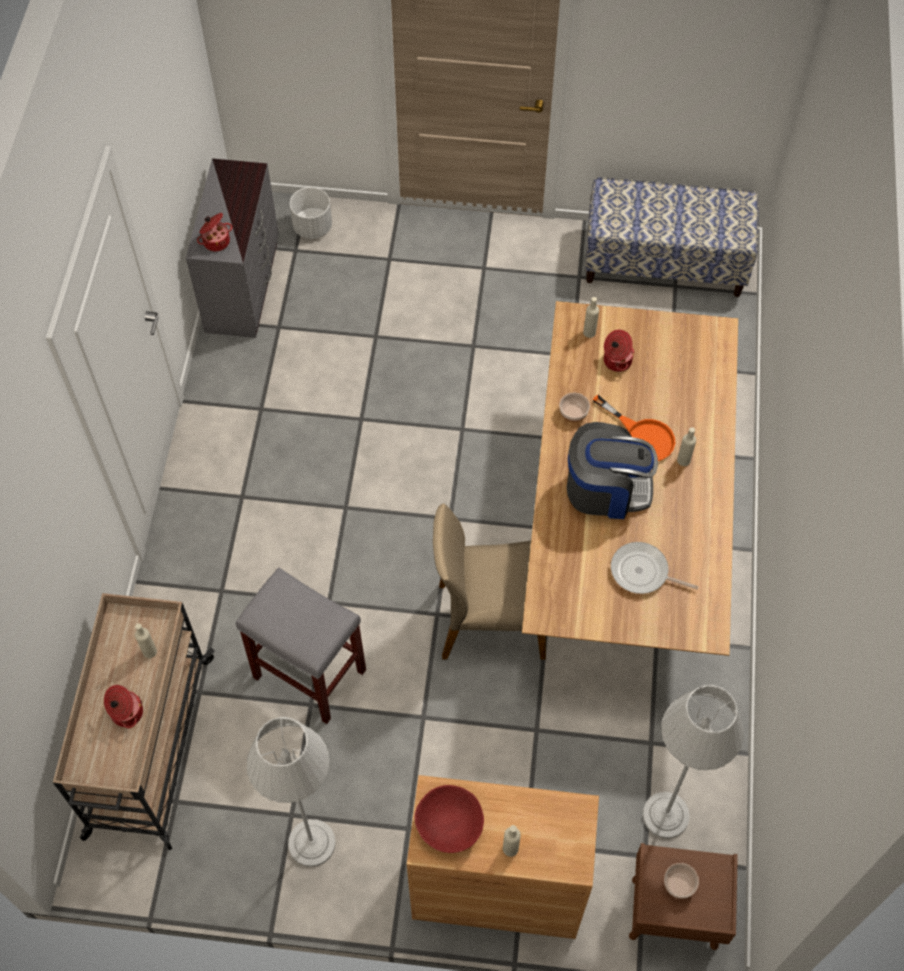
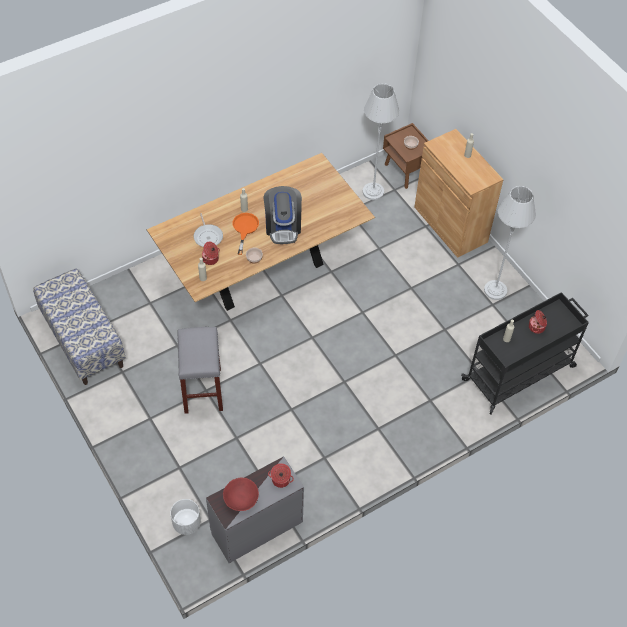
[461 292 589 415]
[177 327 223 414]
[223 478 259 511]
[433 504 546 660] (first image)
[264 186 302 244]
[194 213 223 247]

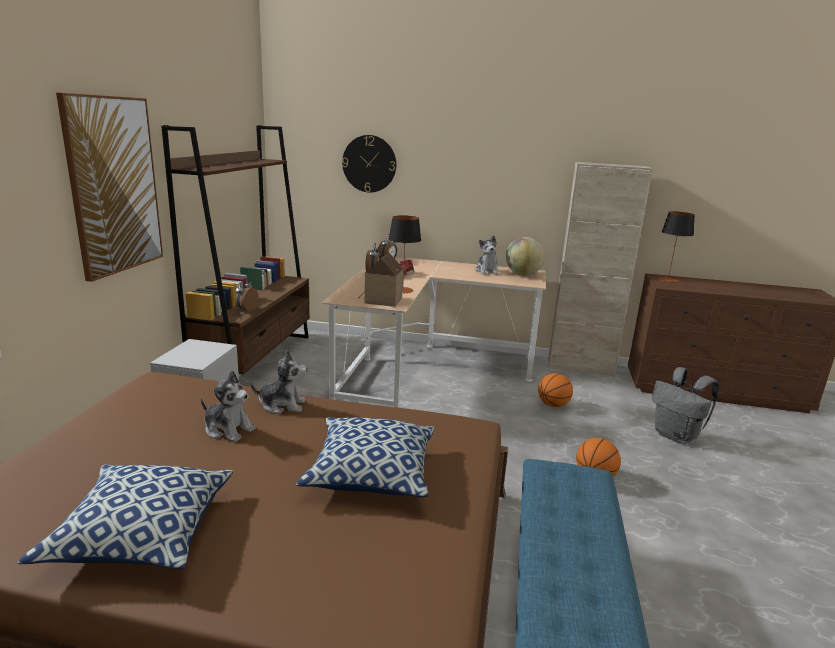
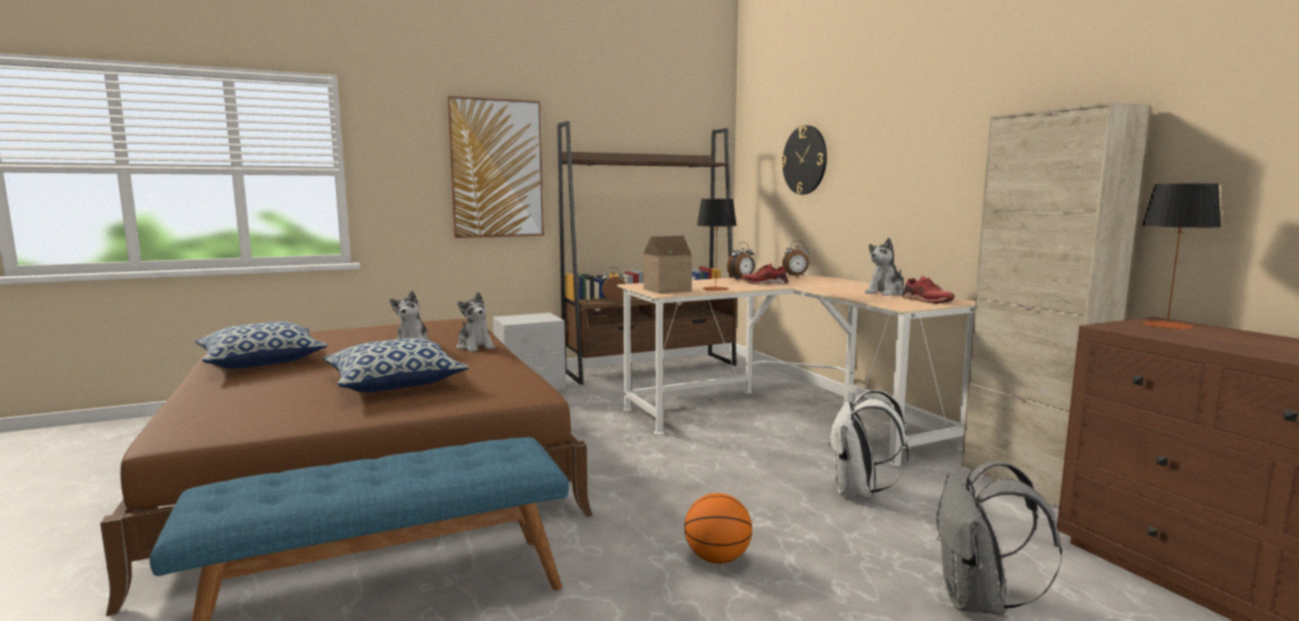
[902 276 954 304]
[828 390 909 499]

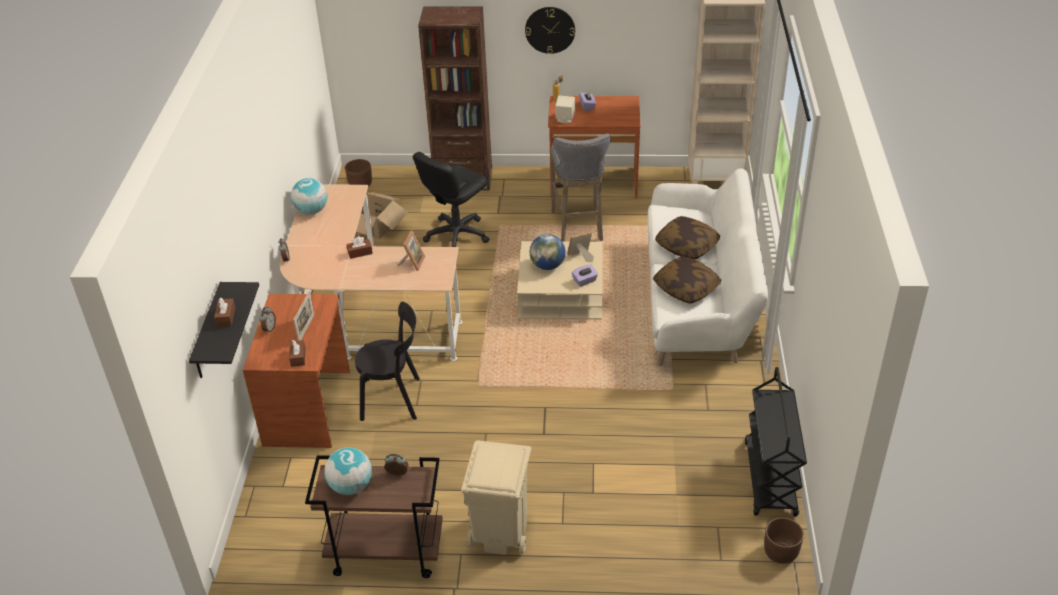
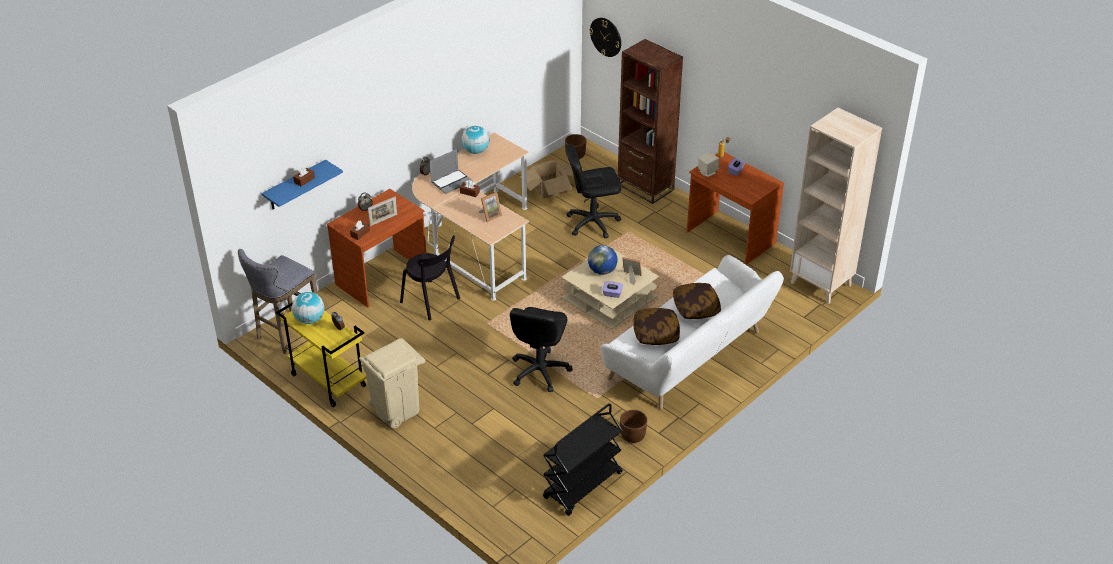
[261 159 343 209]
[276 302 367 407]
[589 18 621 57]
[238 249 318 354]
[620 410 647 443]
[429 149 473 194]
[510 307 573 392]

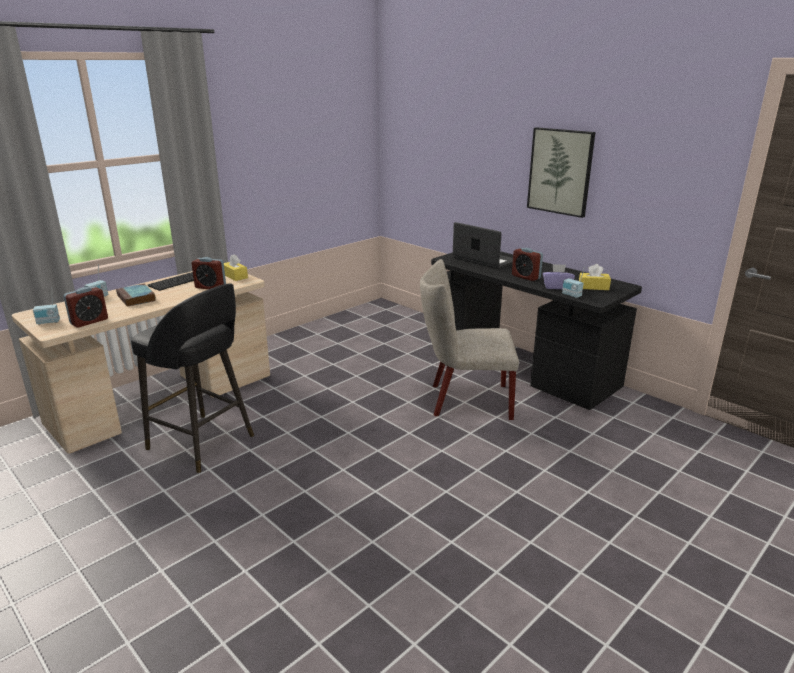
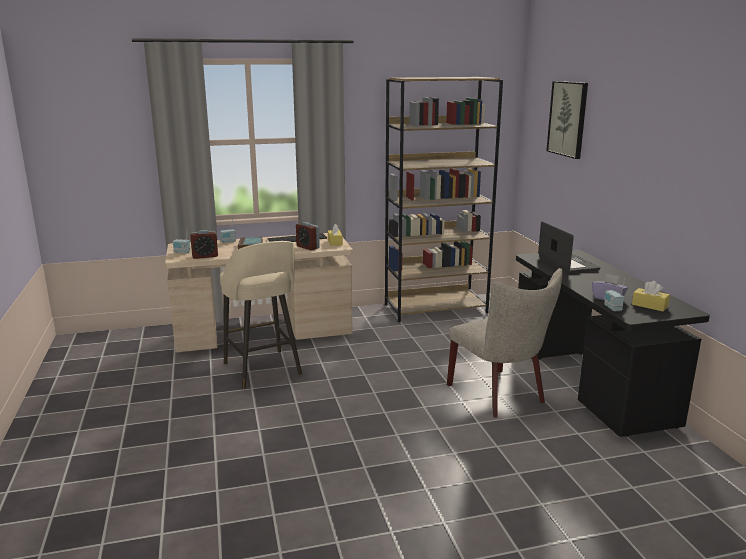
[220 241 302 389]
[447 268 563 418]
[512 248 543 281] (first image)
[546 81 588 159]
[385 77 503 322]

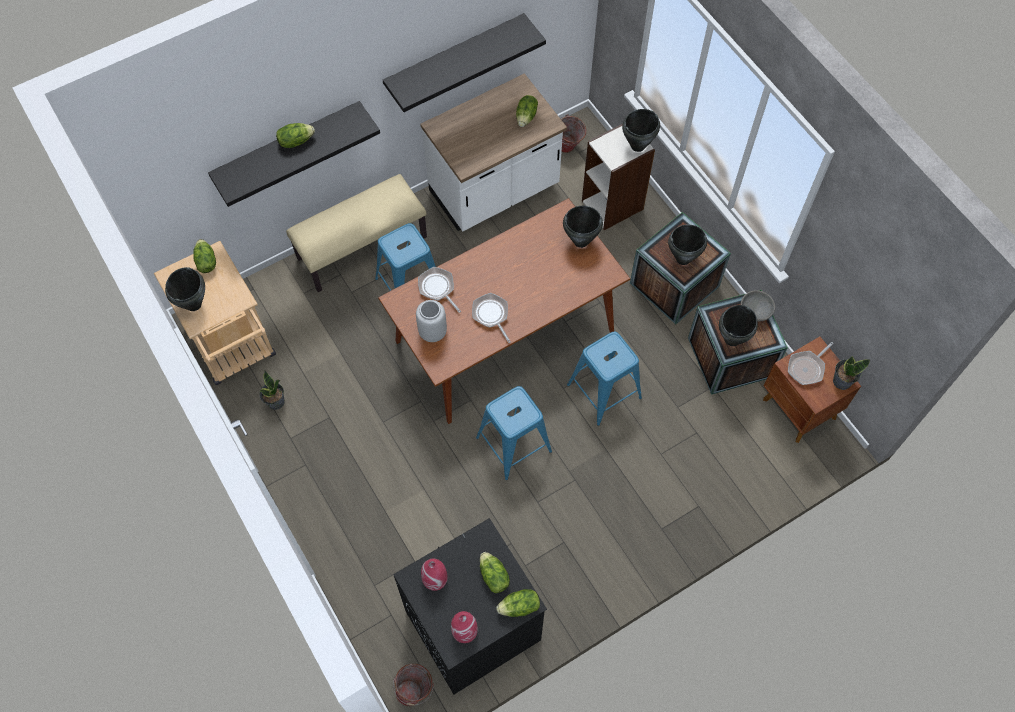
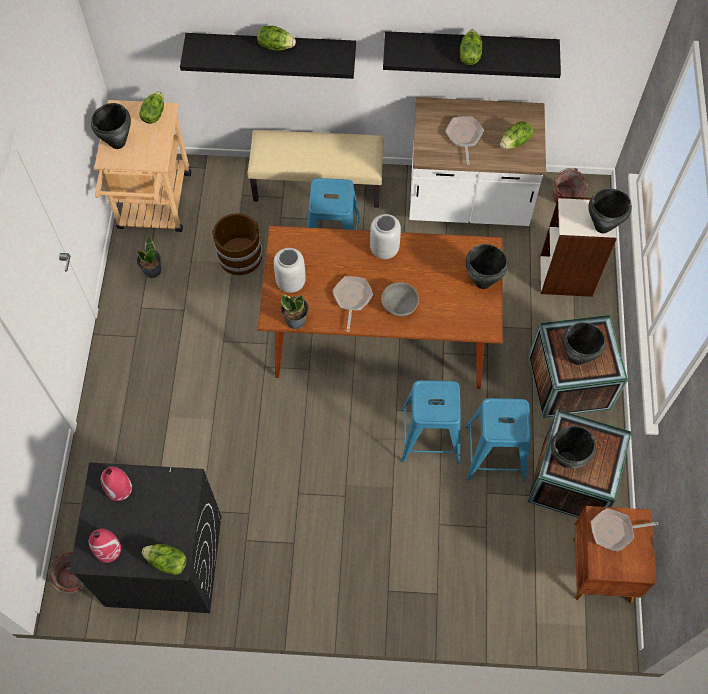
[445 116 484 165]
[465 398 531 482]
[460 29 482 65]
[381 282 419 317]
[281 294 309 329]
[212 213 262 275]
[370 214 401 259]

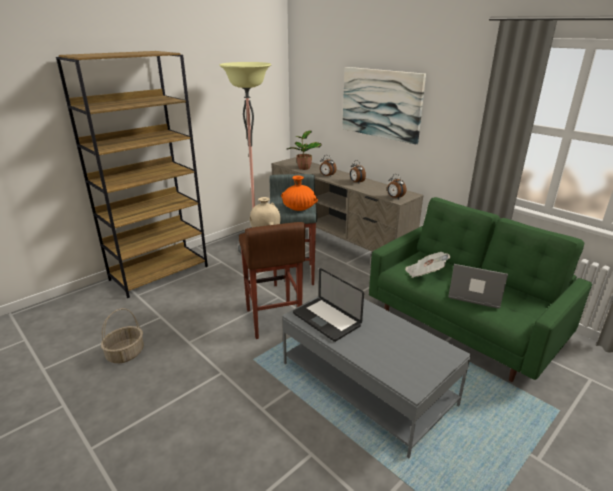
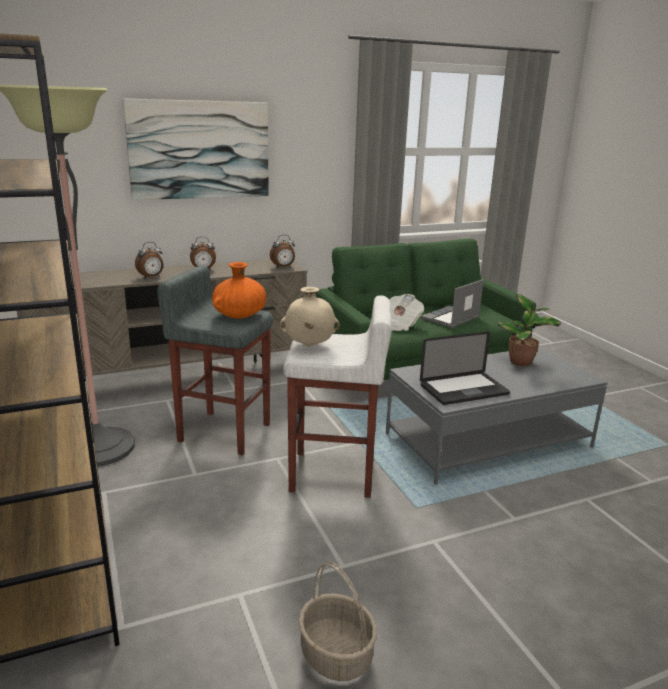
[283 295 392 498]
[498 294 561 366]

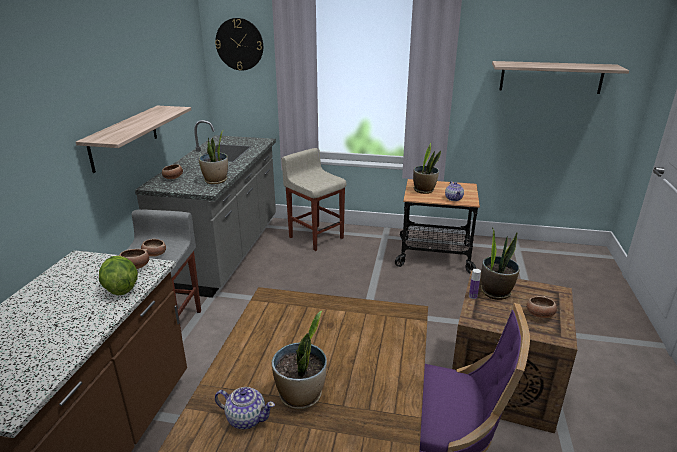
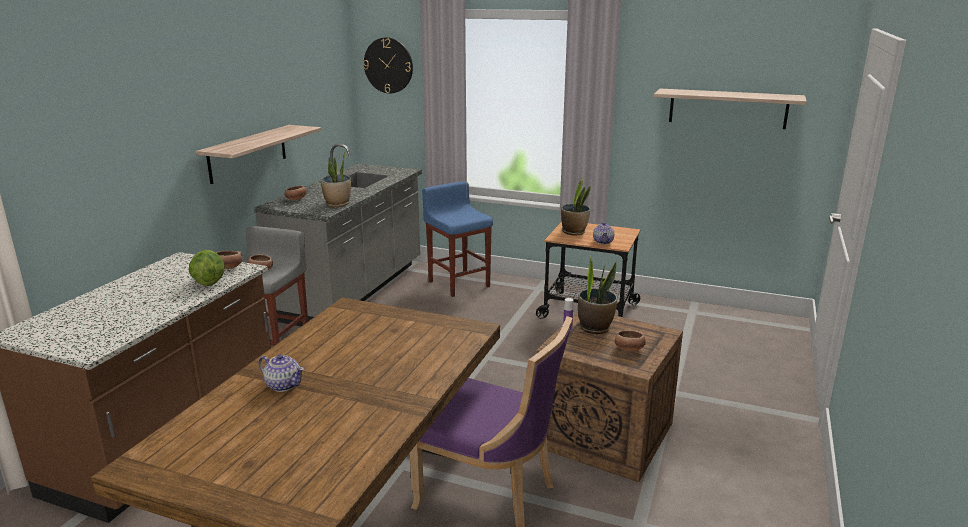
[271 311 327 410] (first image)
[422 181 493 297]

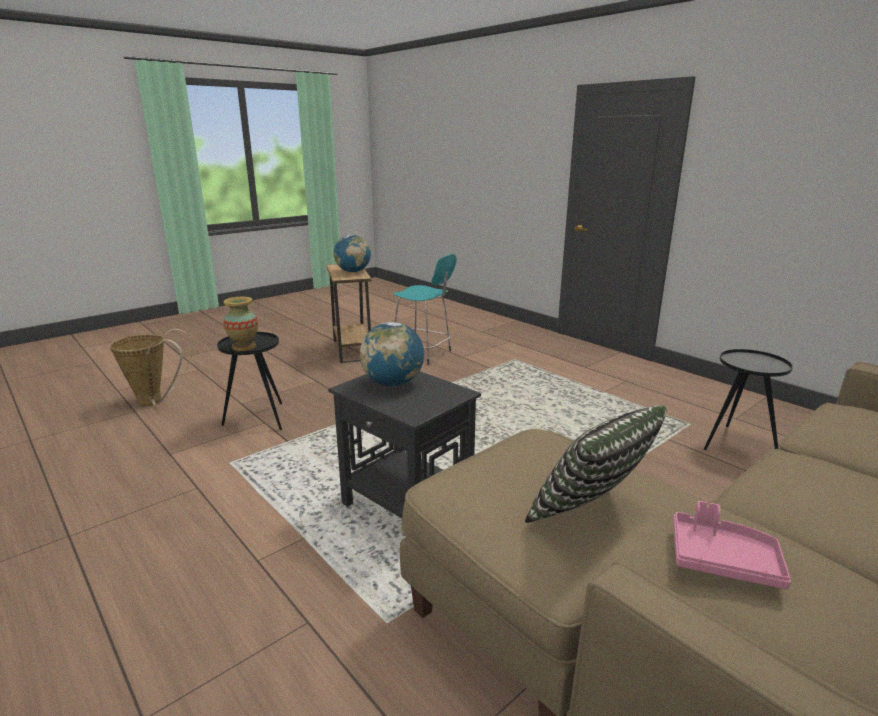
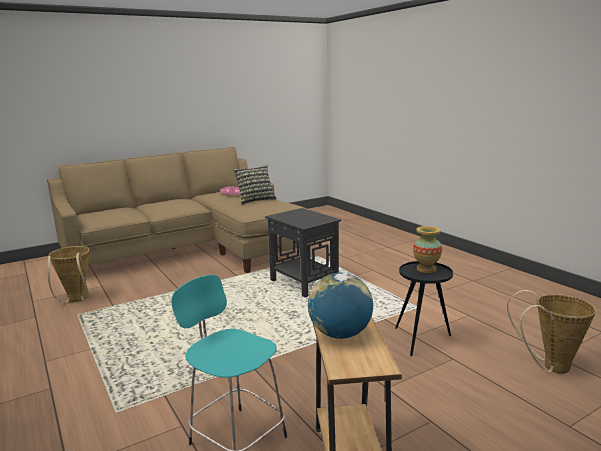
[360 322 424 386] (first image)
[48 246 89 302]

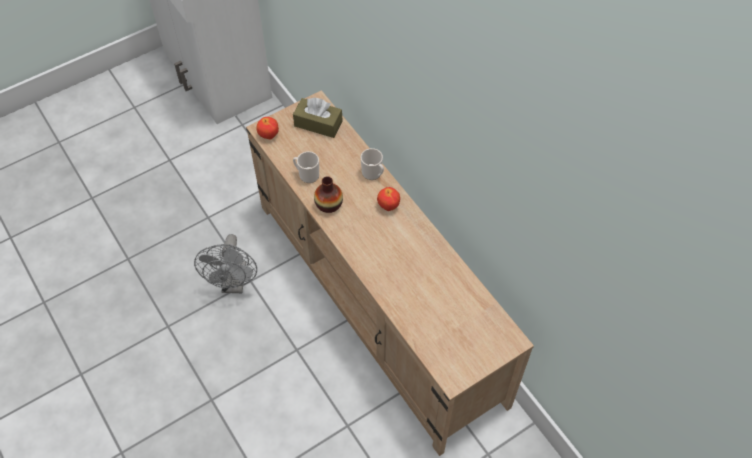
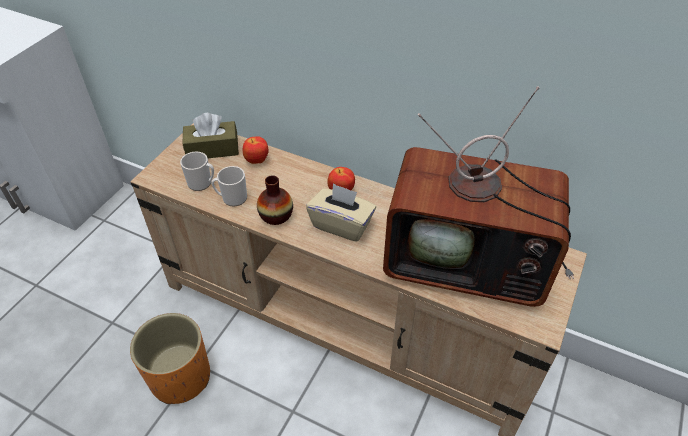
[130 313 210 404]
[242 136 269 164]
[180 152 214 191]
[306 183 376 242]
[383 86 574 307]

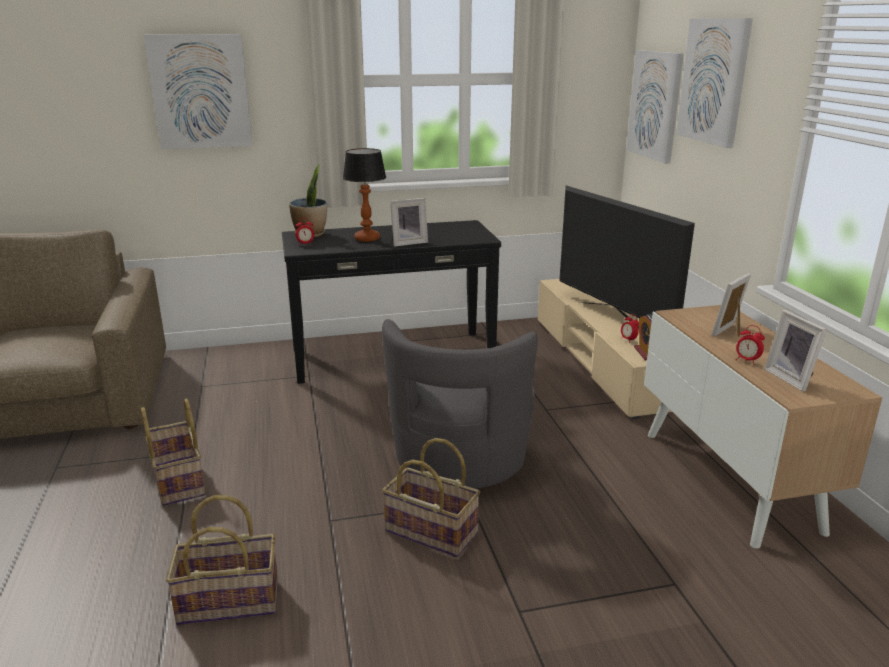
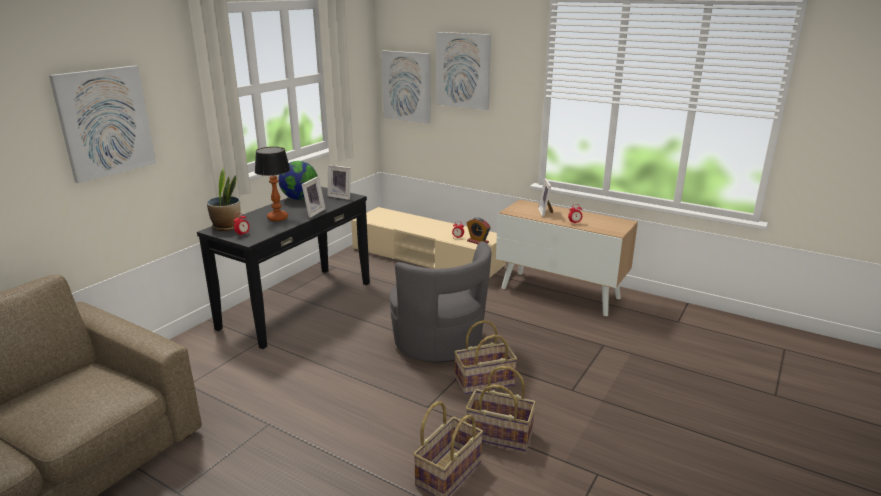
[466 366 536 452]
[559 186 695 328] (first image)
[327 165 351 200]
[279 161 318 200]

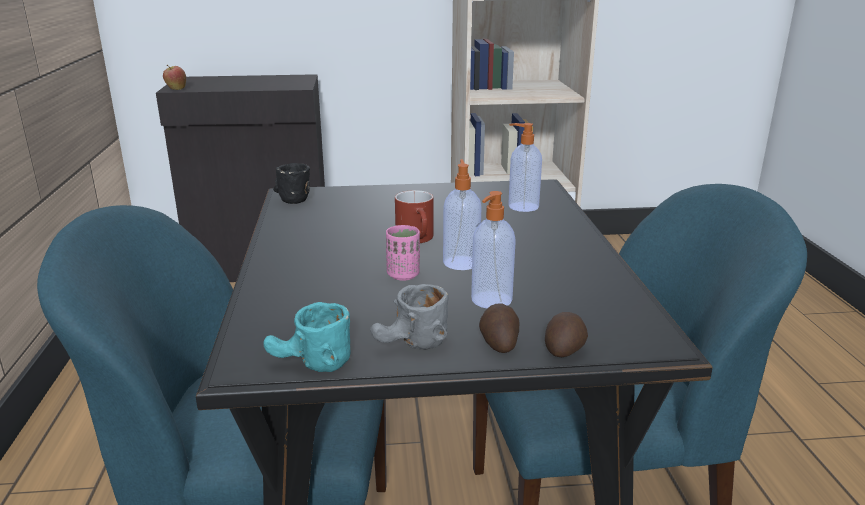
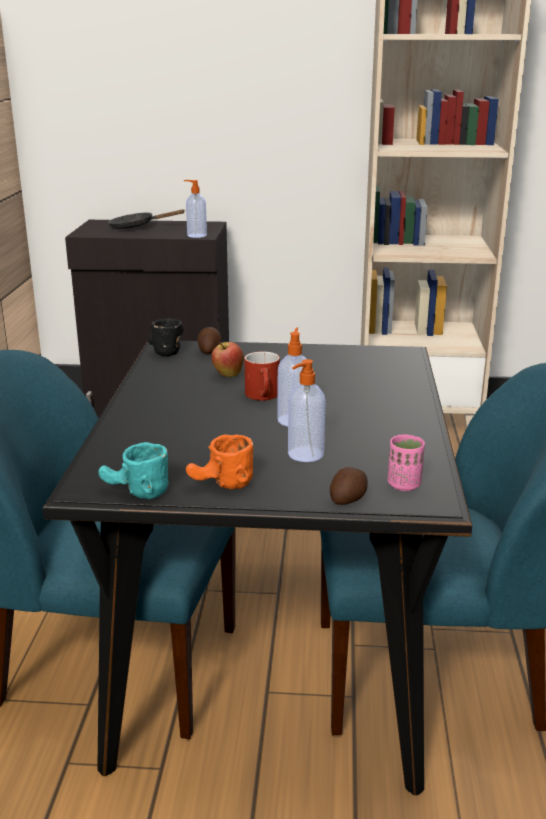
[211 342 244 377]
[186 434 253 489]
[387 435 425 491]
[197 327 222 354]
[184 180 207 238]
[108 210 184 229]

